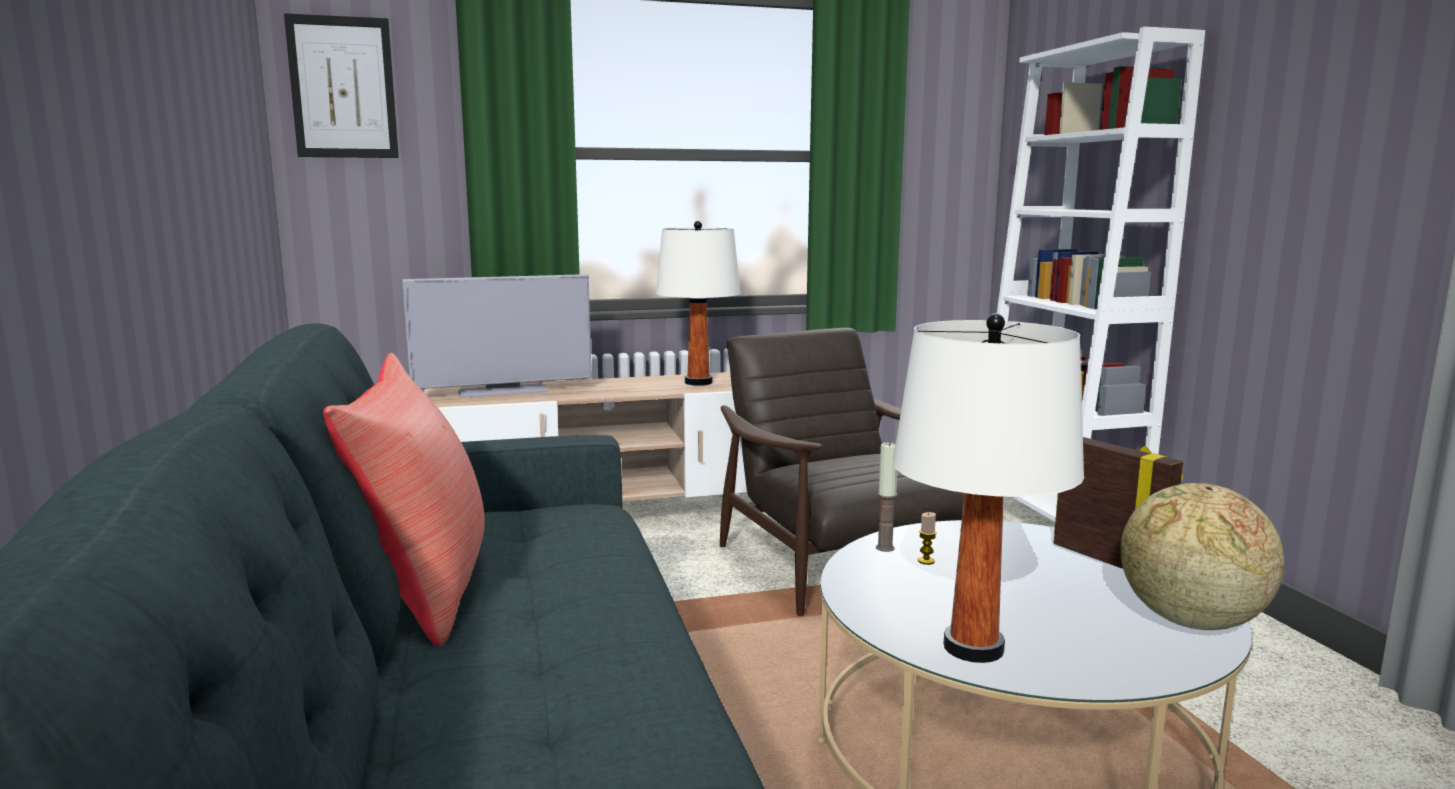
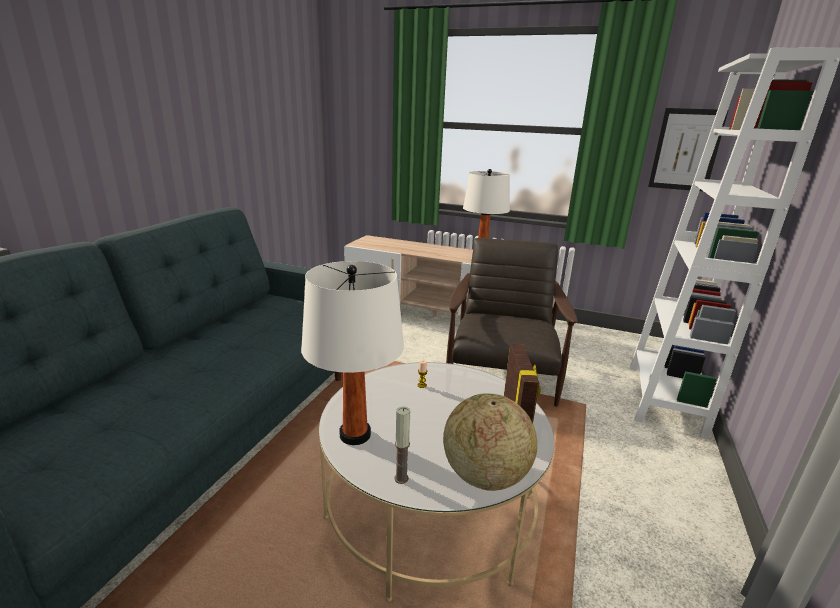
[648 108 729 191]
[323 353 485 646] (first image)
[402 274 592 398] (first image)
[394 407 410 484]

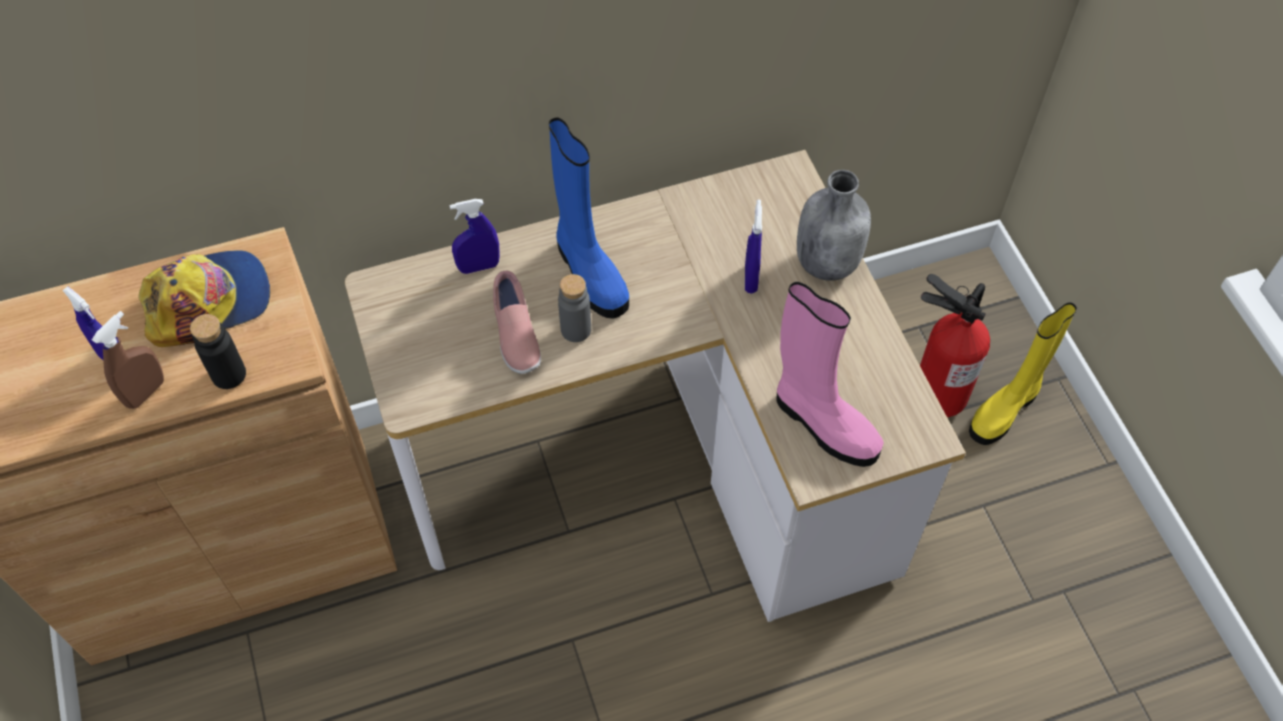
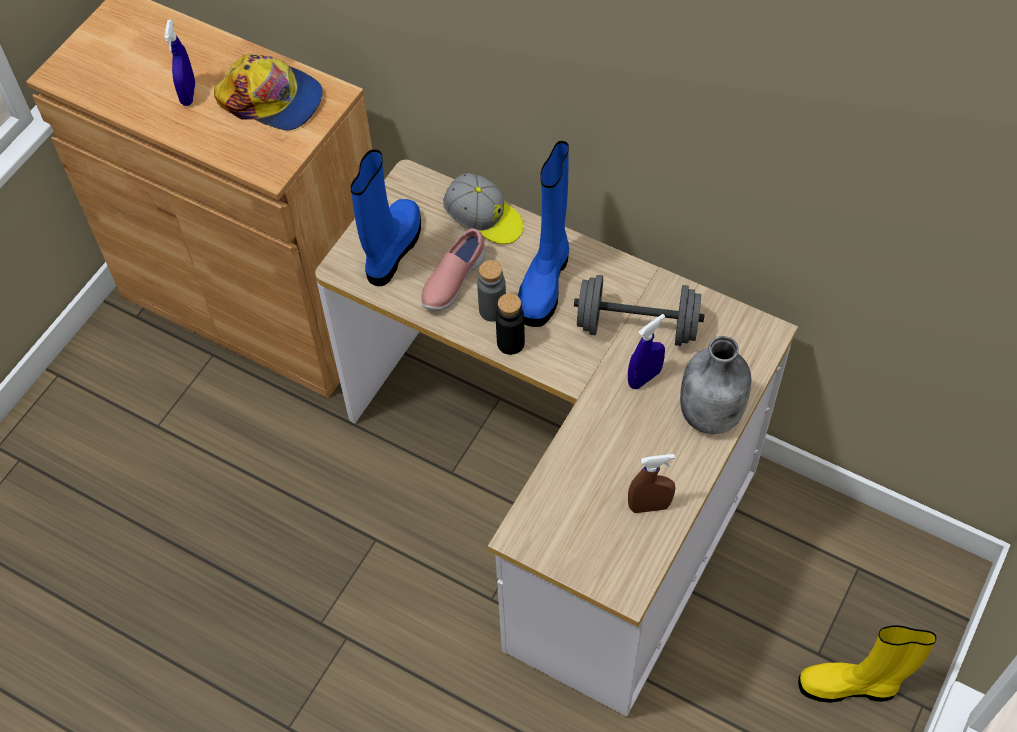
[628 454 675 513]
[496 293 525 355]
[443 173 524 244]
[777 282 884 467] (first image)
[920 274 990 417] (first image)
[351 149 421 286]
[574 275 705 346]

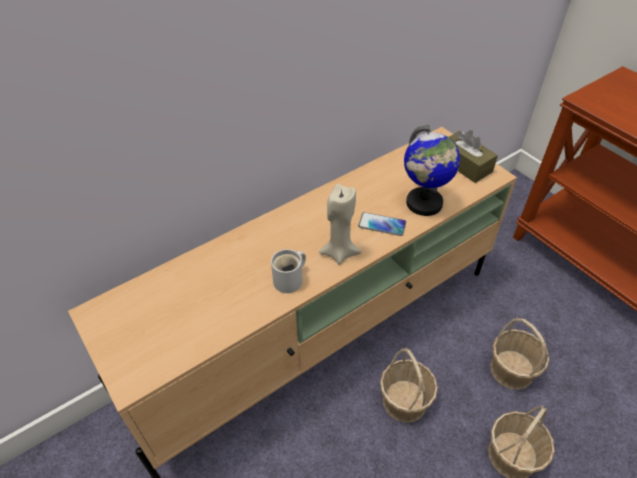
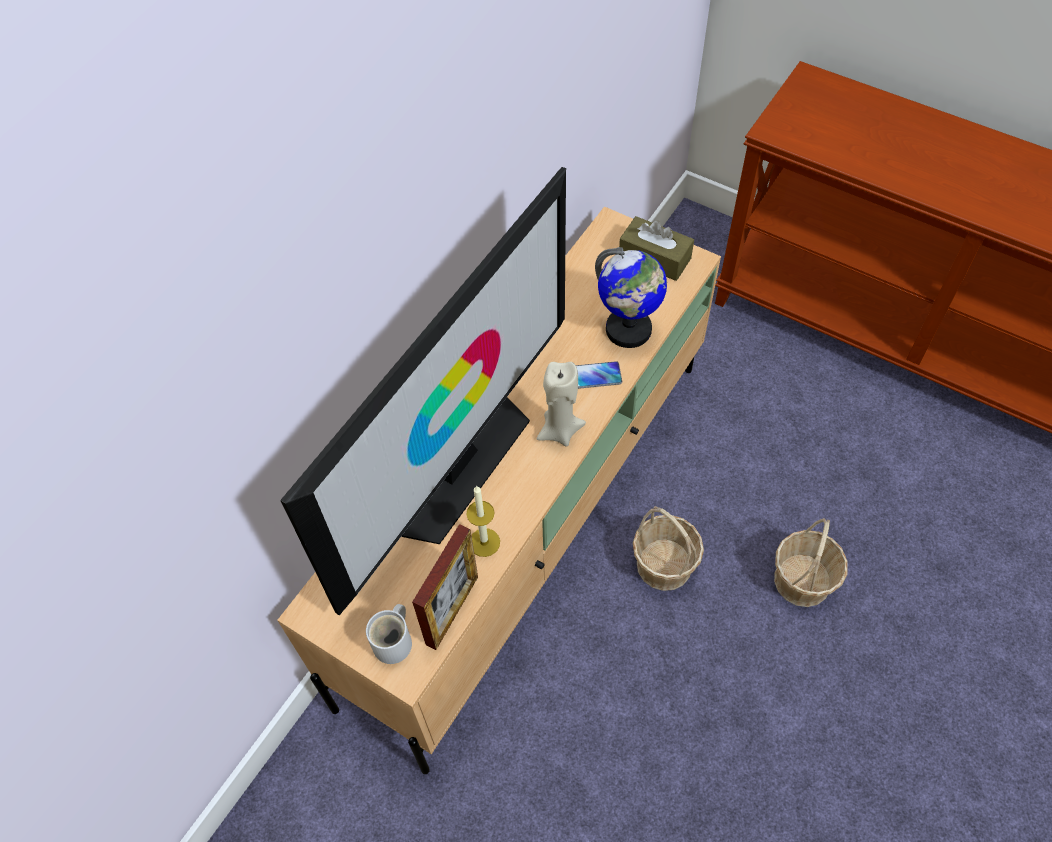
[366 604 412 664]
[490 318 549 390] (first image)
[280 167 566 615]
[412 524 478 650]
[466 486 500 557]

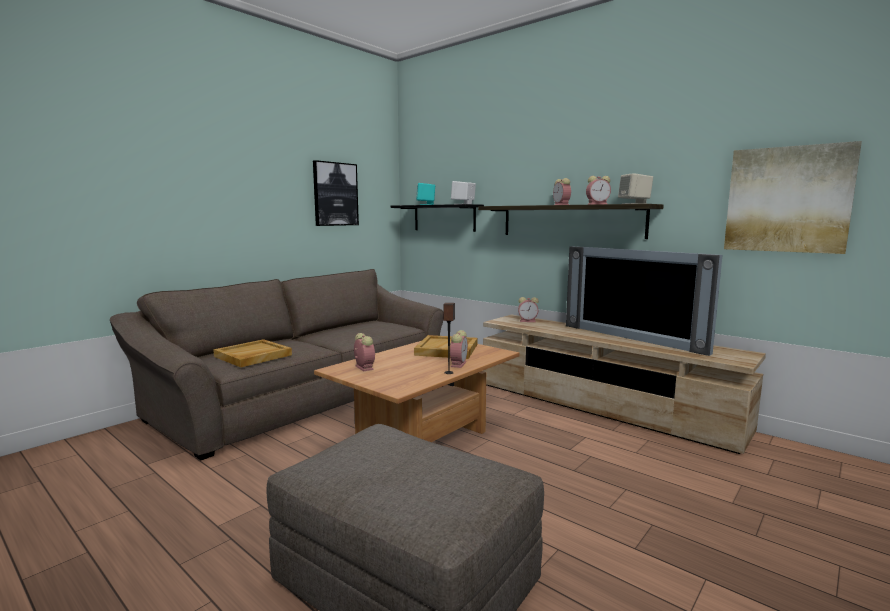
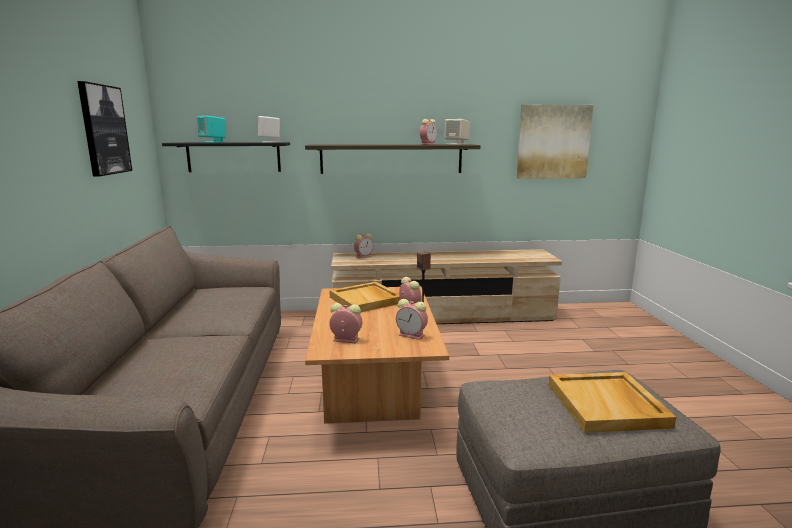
[548 372 676 433]
[396 299 428 340]
[566 246 723 356] (first image)

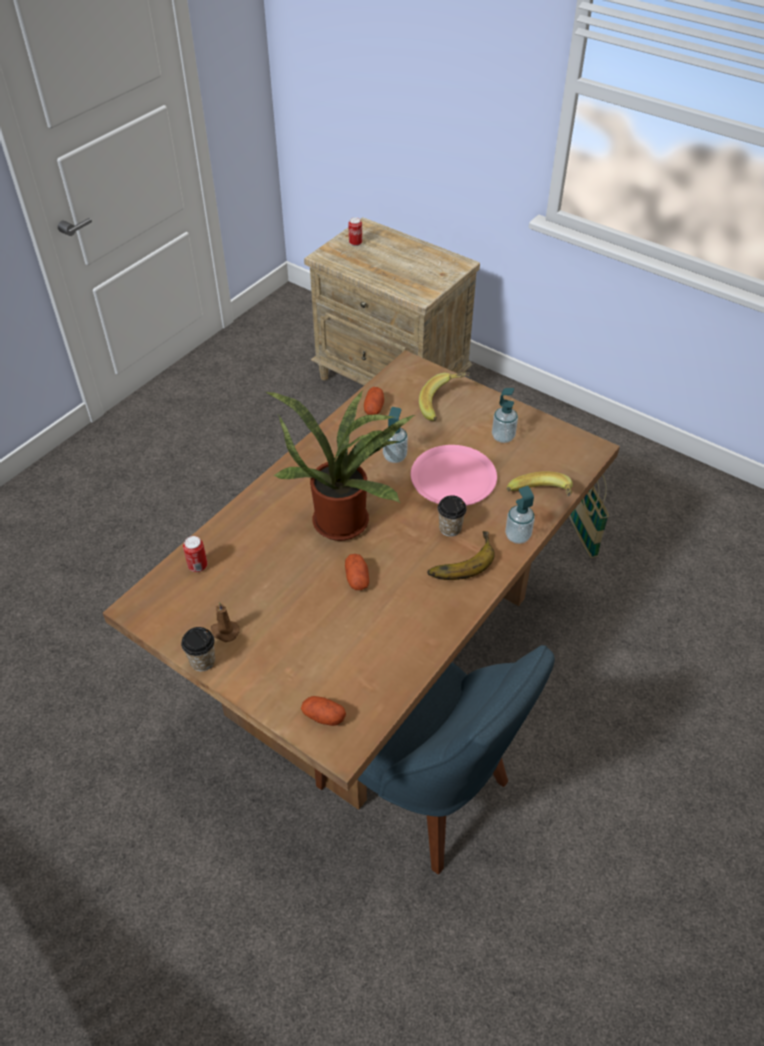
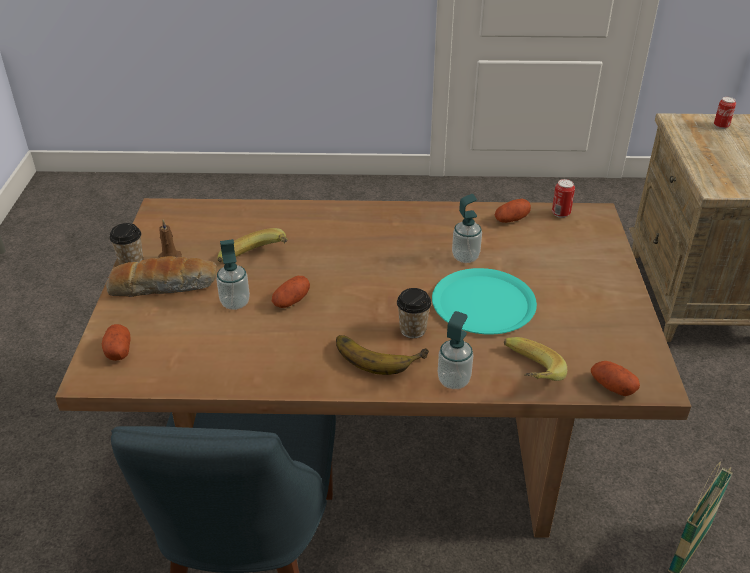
[552 179 575 218]
[265 390 415 541] (first image)
[432 268 537 335]
[218 228 288 262]
[216 239 250 310]
[106 256 217 297]
[591 361 640 396]

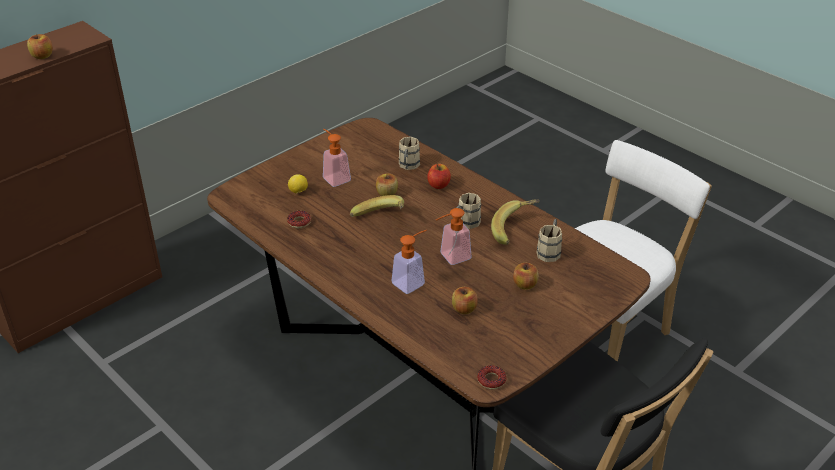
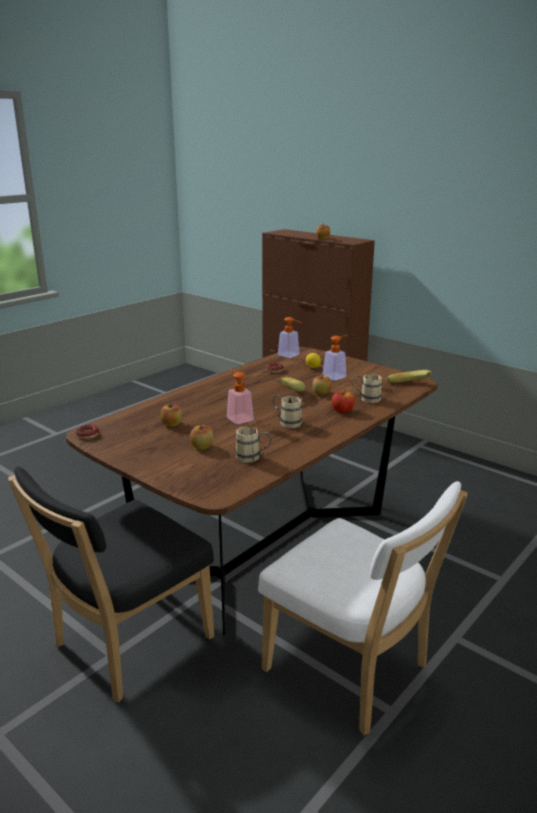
[278 317 301 358]
[387 370 432 383]

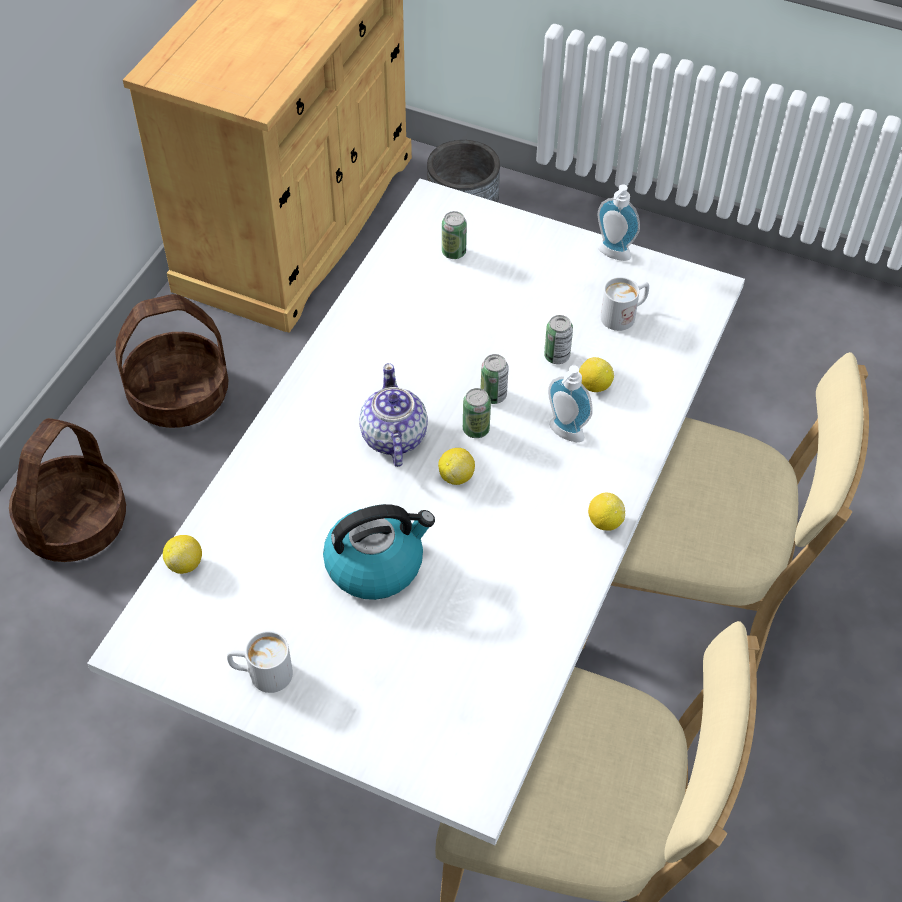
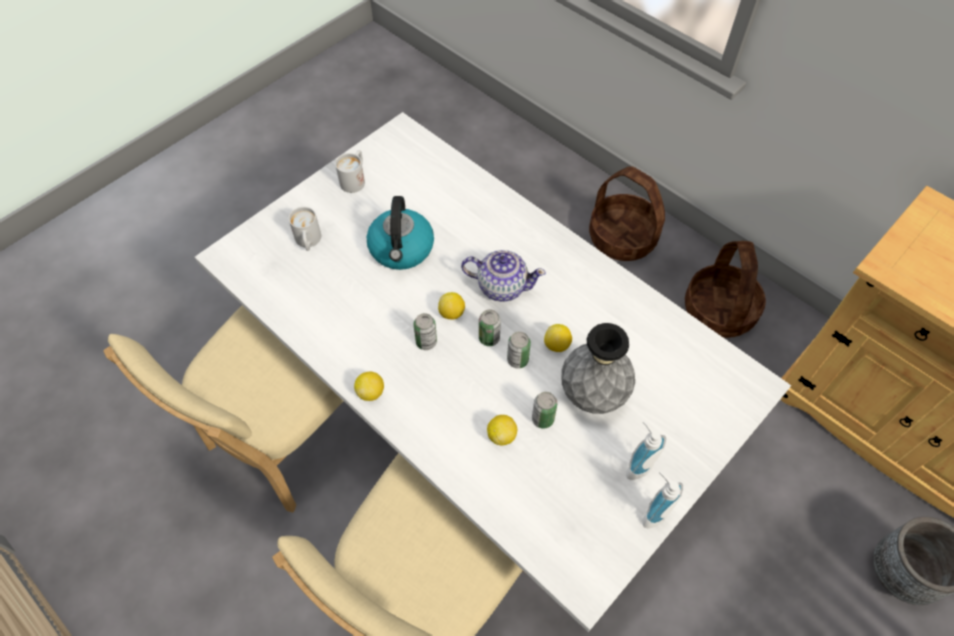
[544 324 572 352]
[413 313 437 350]
[626 421 666 480]
[288 207 321 251]
[561 323 635 414]

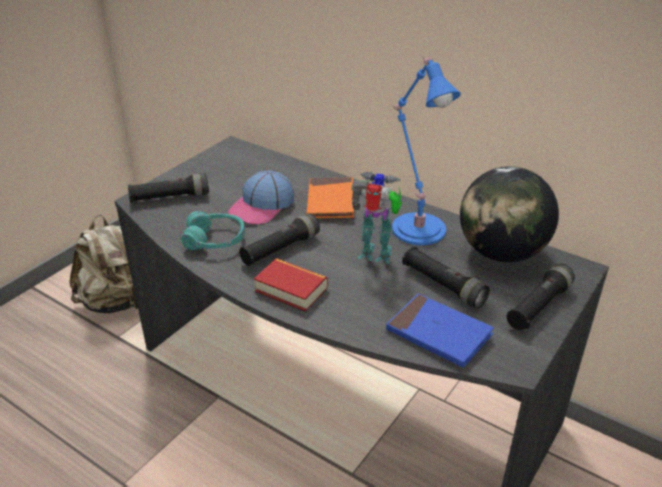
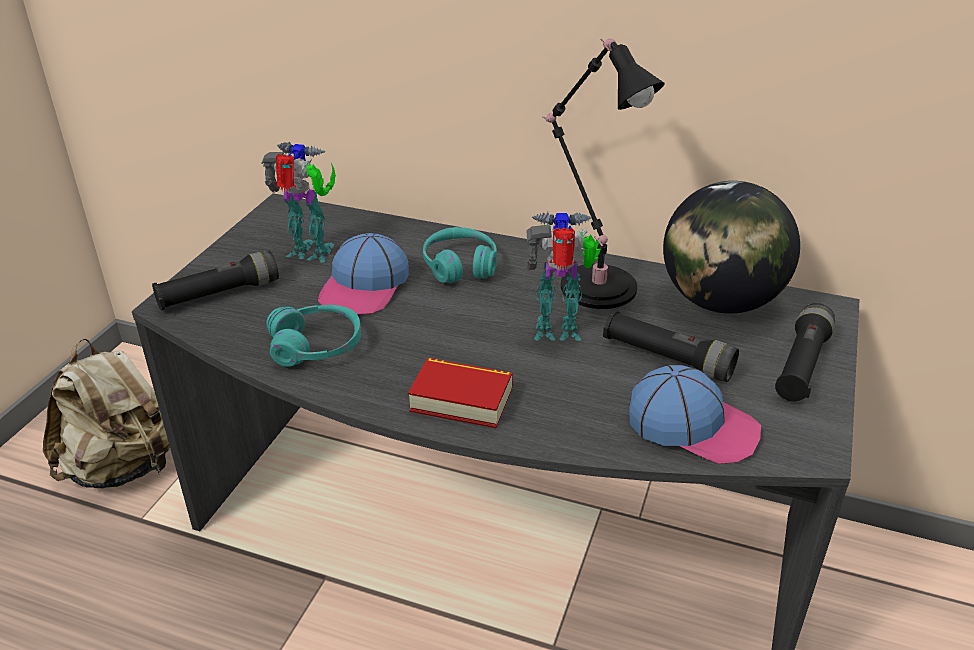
[239 213 320 266] (first image)
[423 227 497 283]
[629 365 761 464]
[542 38 665 309]
[261 142 336 263]

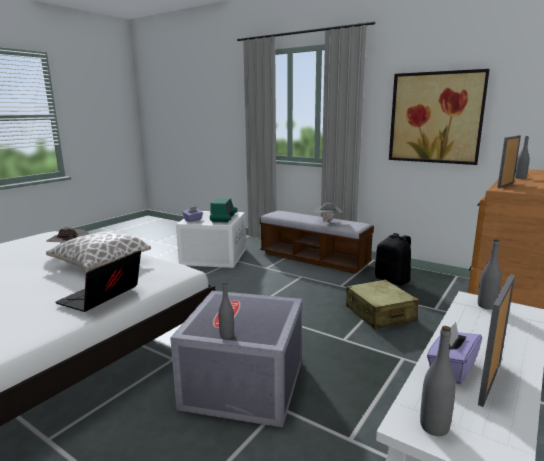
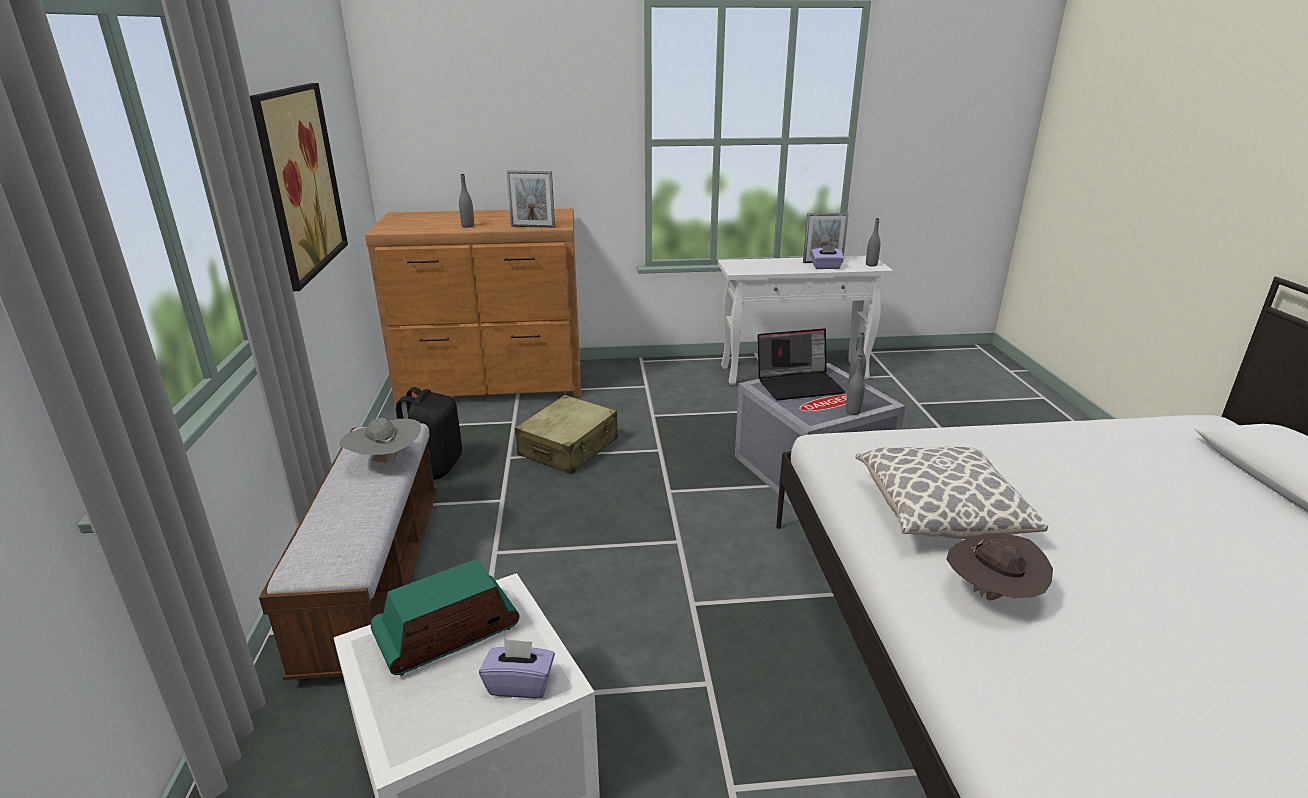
[758 328 845 400]
[846 355 865 415]

